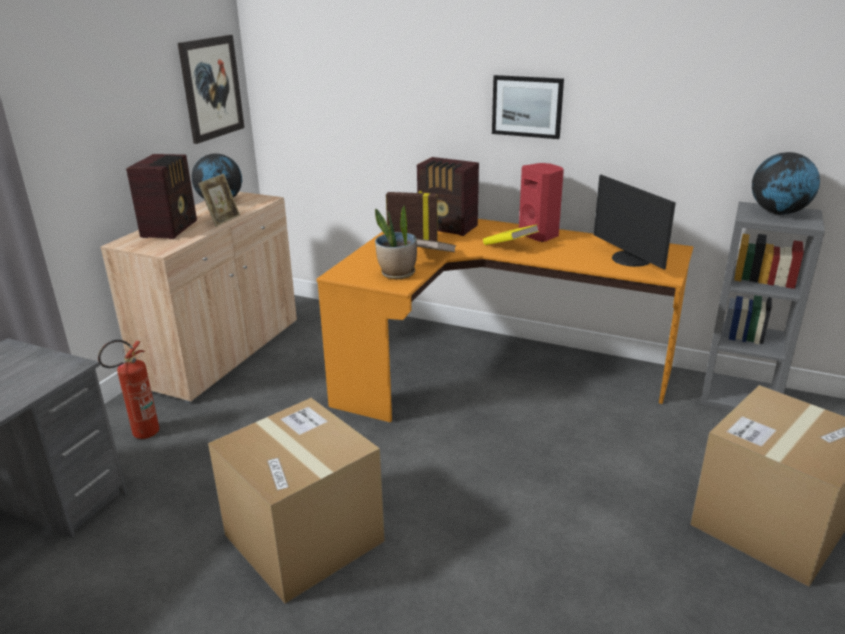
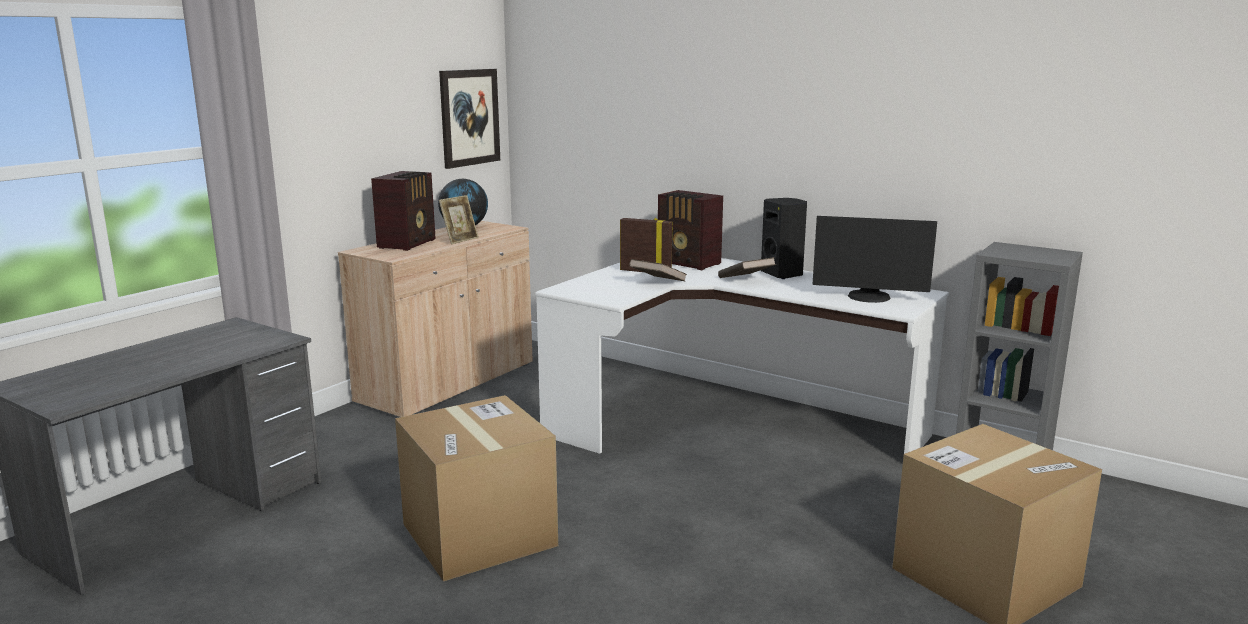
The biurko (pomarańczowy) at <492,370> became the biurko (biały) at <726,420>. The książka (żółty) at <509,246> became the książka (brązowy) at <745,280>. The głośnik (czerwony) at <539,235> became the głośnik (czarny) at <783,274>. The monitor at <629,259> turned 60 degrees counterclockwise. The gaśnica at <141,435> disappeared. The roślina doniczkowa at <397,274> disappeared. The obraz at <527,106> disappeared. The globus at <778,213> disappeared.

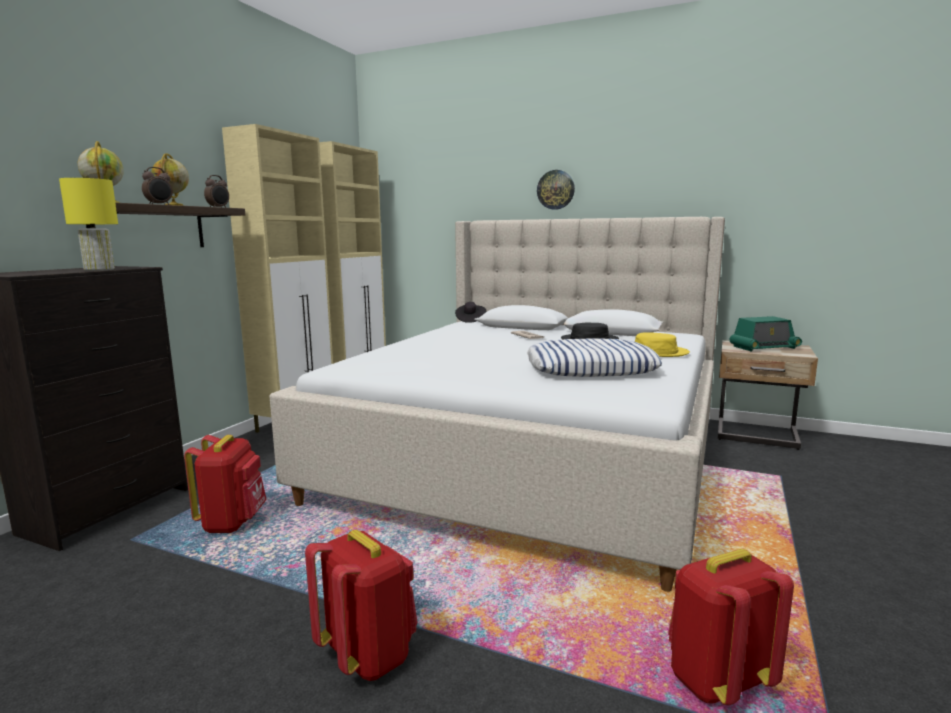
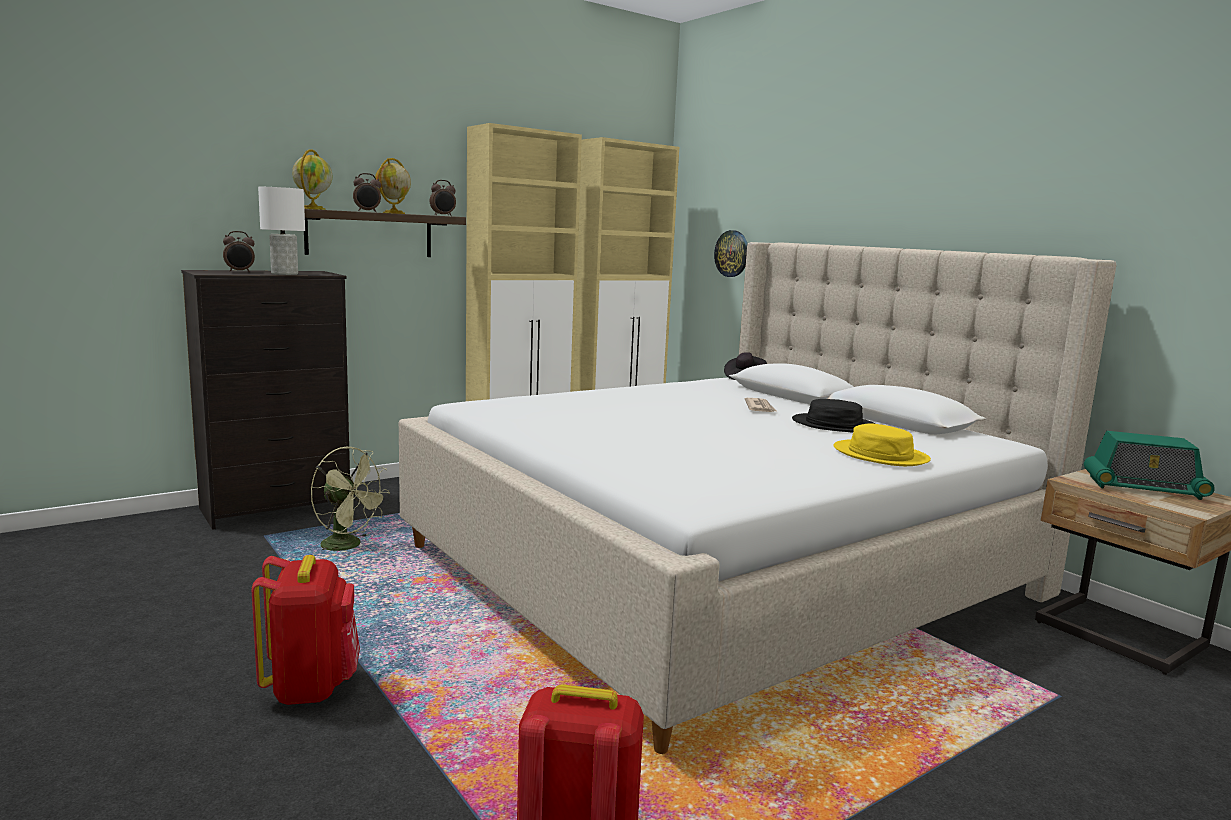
The budzik at <240,272> appeared. The lampa stołowa (żółty) at <99,269> became the lampa stołowa (biały) at <284,274>. The plecak (czerwony) at <232,523> was replaced by the wentylator (zielony) at <349,546>. The zegar ścienny moved from <555,189> to <732,253>. The poduszka at <591,368> disappeared.

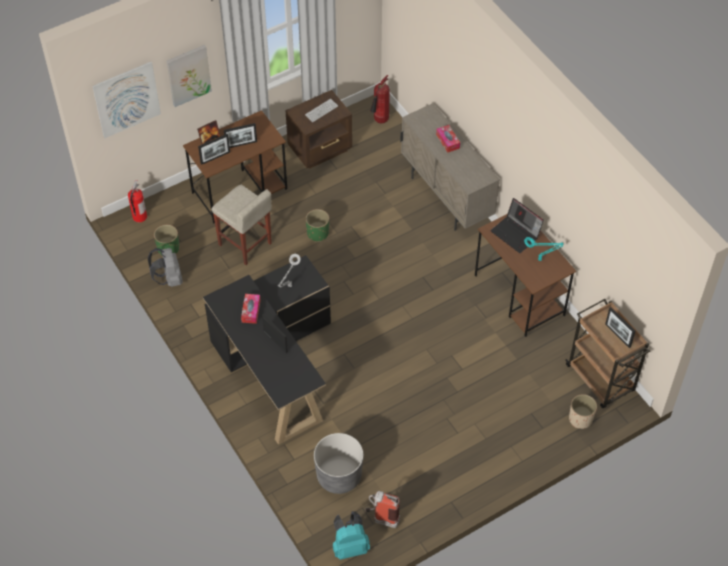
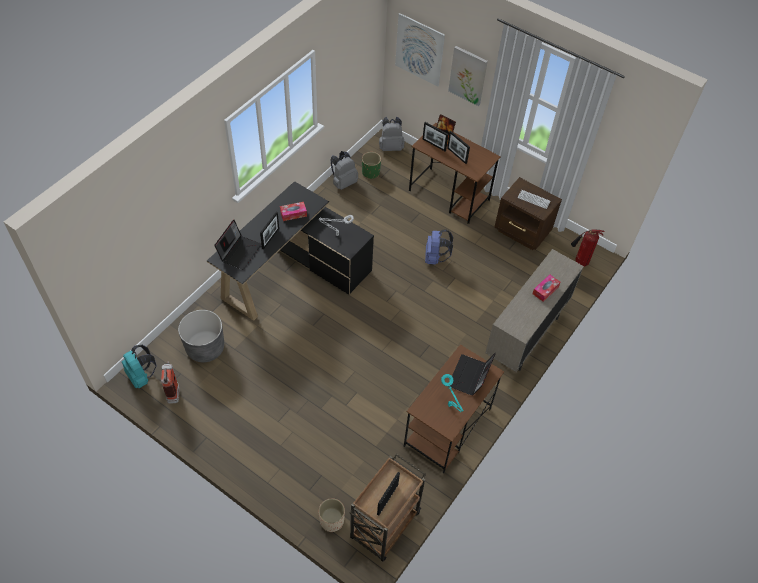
The laptop at <239,251> appeared. The gaśnica at <139,217> was replaced by the plecak (szary) at <391,147>. The donica (zielony) at <318,233> was replaced by the plecak (niebieski) at <435,258>. The stołek (beżowy) at <245,244> disappeared.

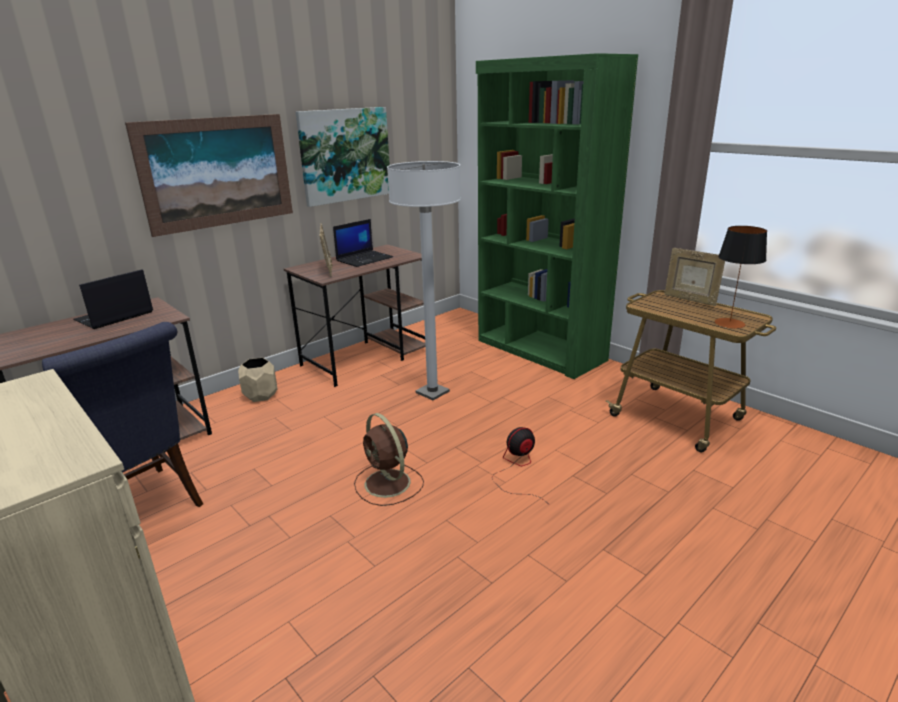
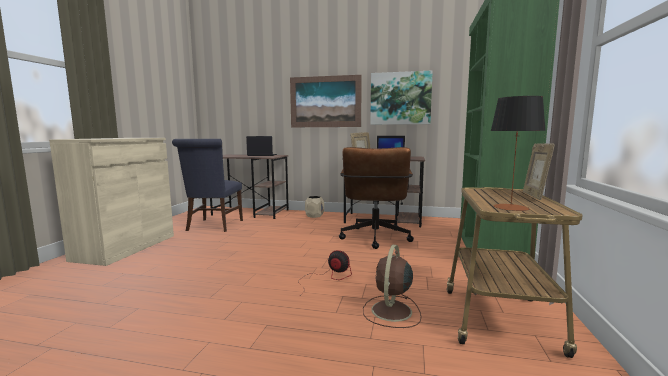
The lampa stojąca (biały) at <432,392> was replaced by the krzesło biurowe (brązowy) at <375,239>. The wentylator (brązowy) moved from <388,484> to <391,312>.

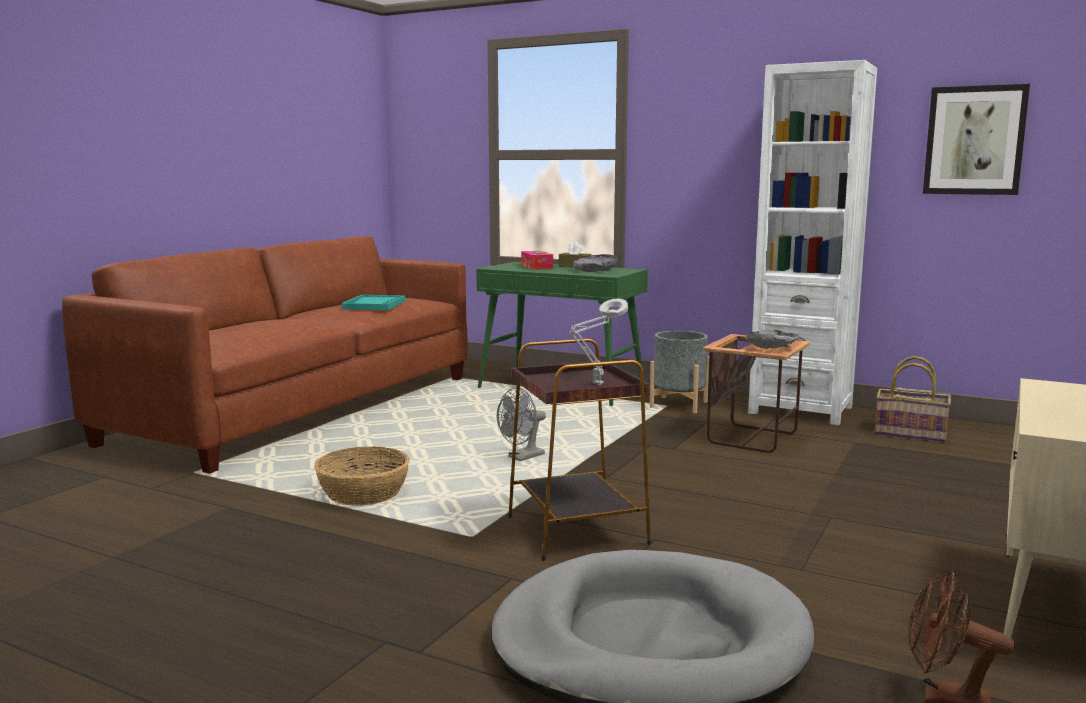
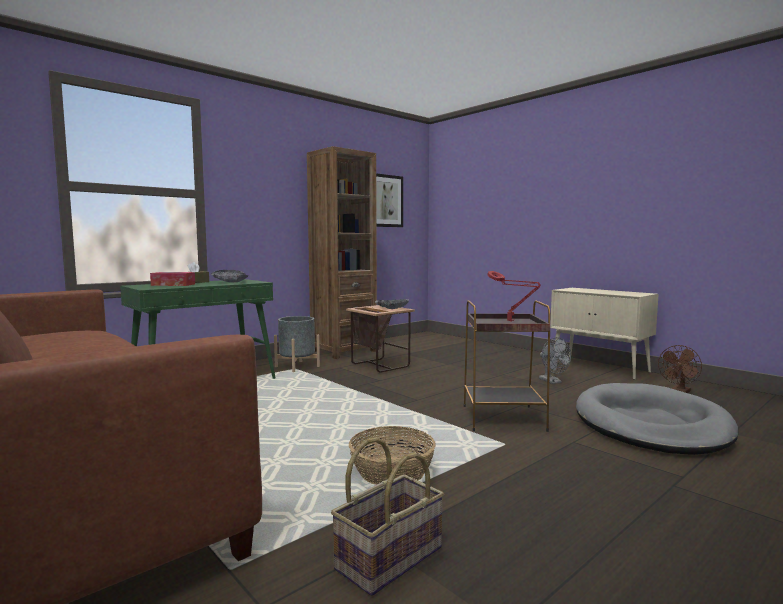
The regał (biały) at <800,410> became the regał (brązowy) at <343,351>. The koszyk moved from <910,433> to <388,557>. The lampa stołowa (szary) at <596,384> became the lampa stołowa (czerwony) at <512,321>. The wentylator (szary) moved from <522,457> to <552,382>. The taca (turkusowy) at <374,305> disappeared.

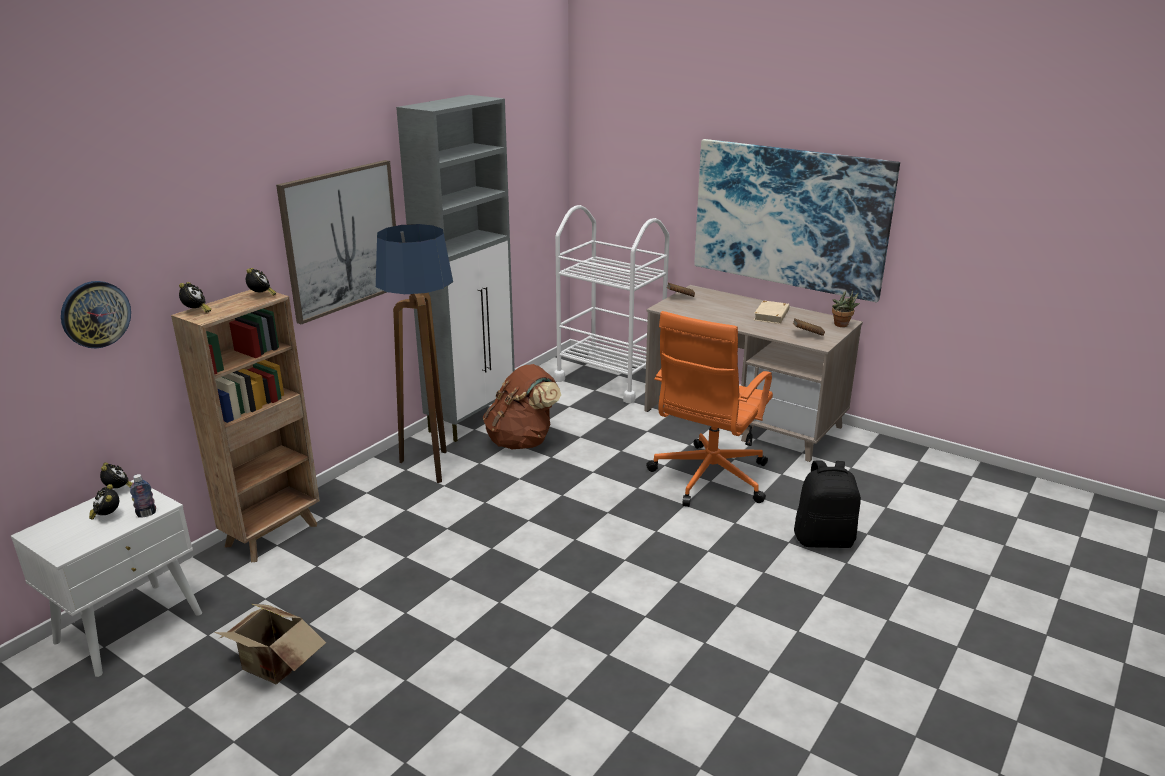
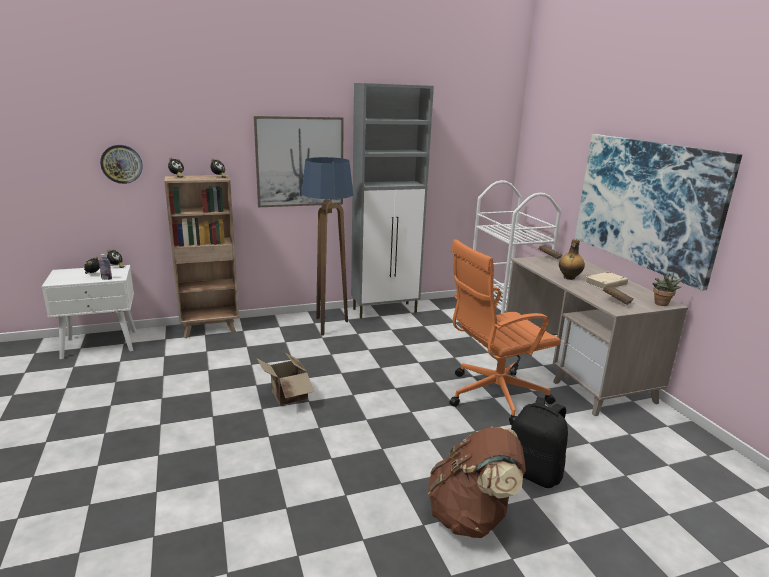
The karton moved from <273,668> to <286,397>. The plecak (brązowy) moved from <522,441> to <472,517>. The butelka at <569,278> appeared.

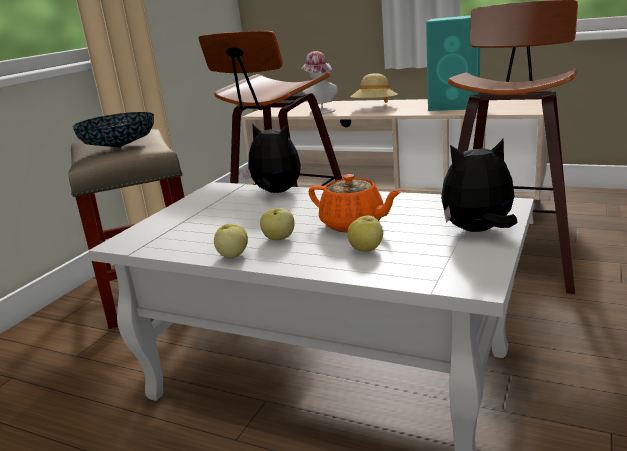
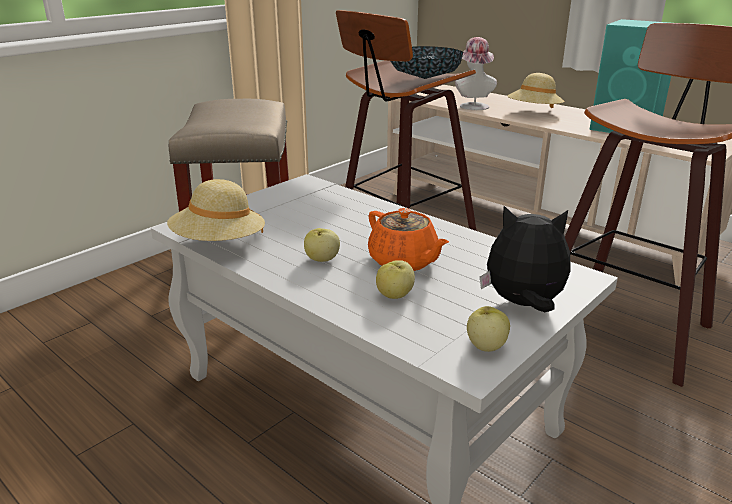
The kapelusz (beżowy) at <219,244> appeared. The miska moved from <119,147> to <424,78>. The jabłko moved from <232,256> to <485,346>. The pluszak at <275,193> disappeared.

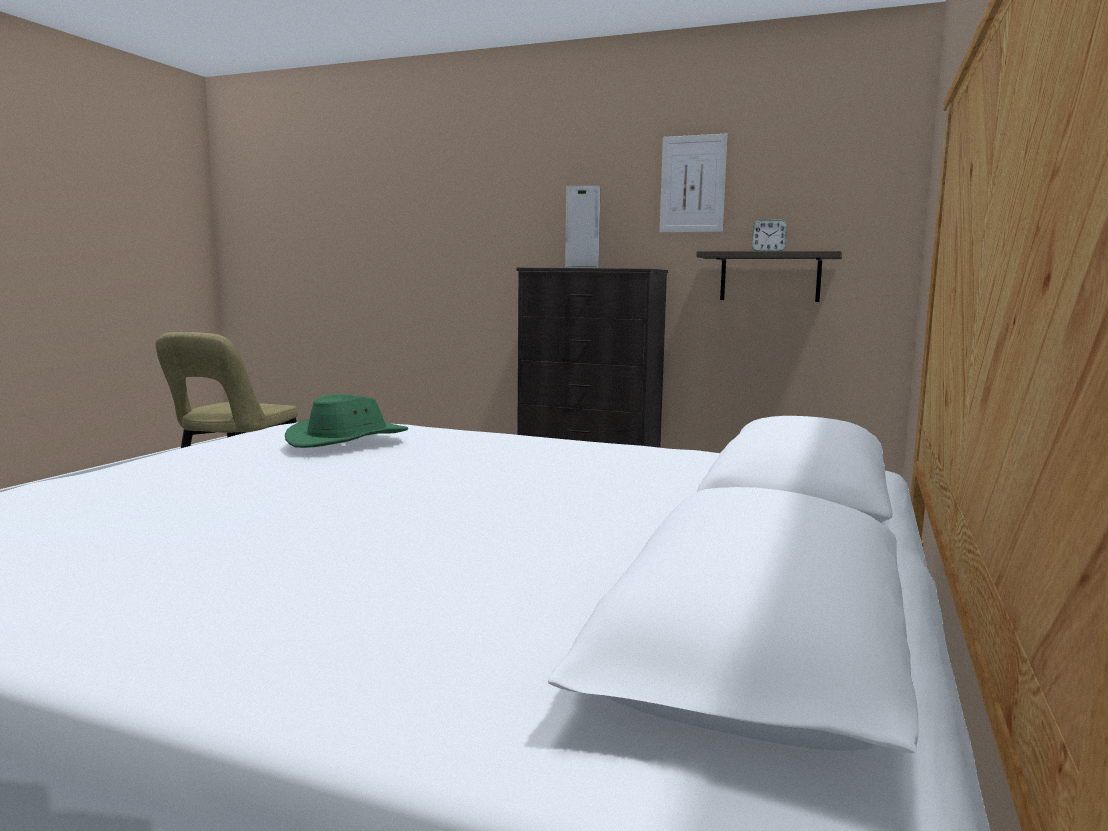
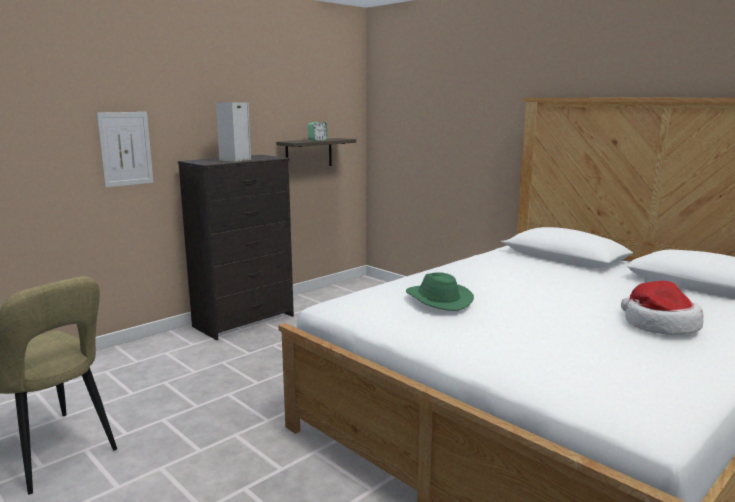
The obraz moved from <692,184> to <125,149>. The kapelusz at <659,325> appeared.

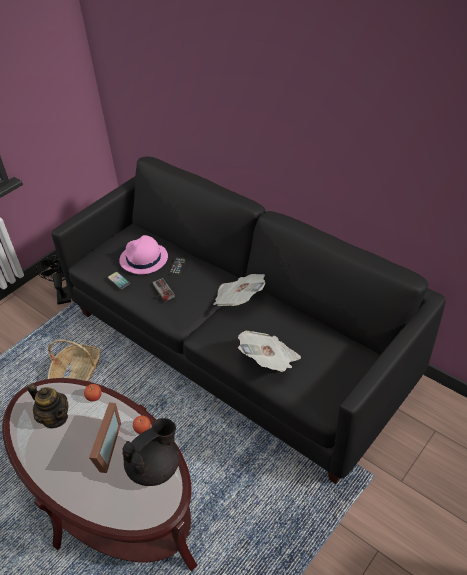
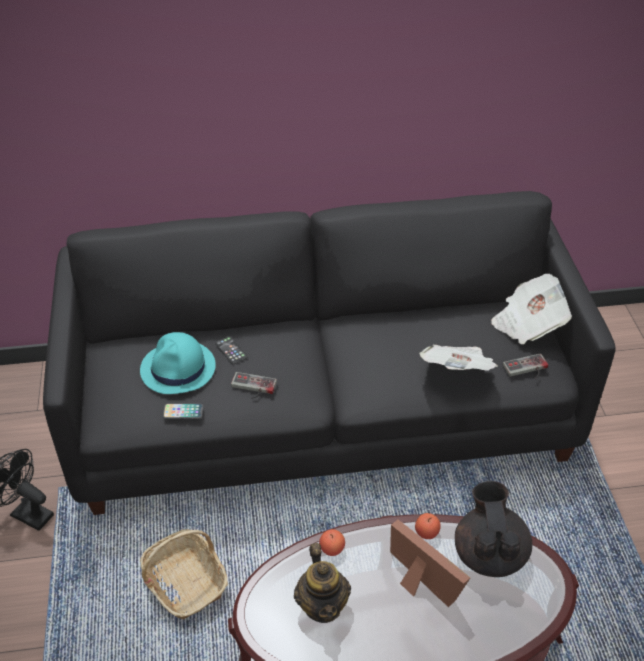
The kapelusz (różowy) at <143,259> became the kapelusz (turkusowy) at <178,369>. The imbryk at <55,418> turned 90 degrees clockwise. The gazeta moved from <239,299> to <530,323>. The pad do gier at <527,370> appeared.

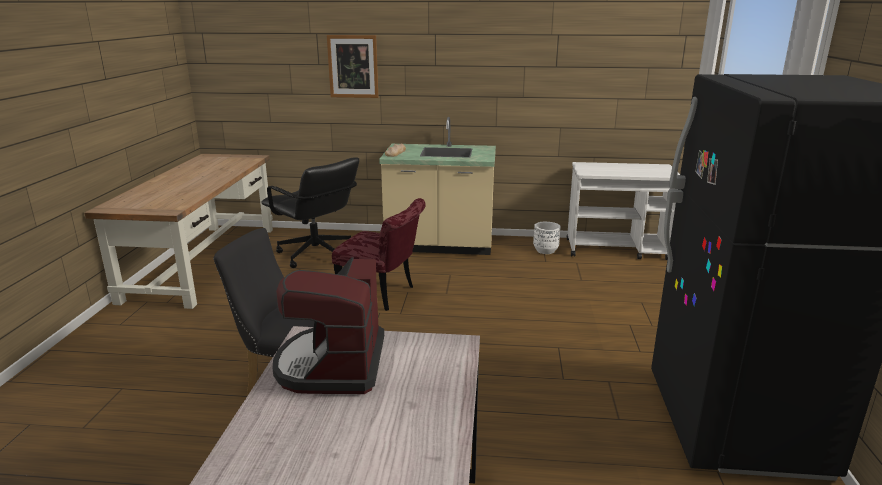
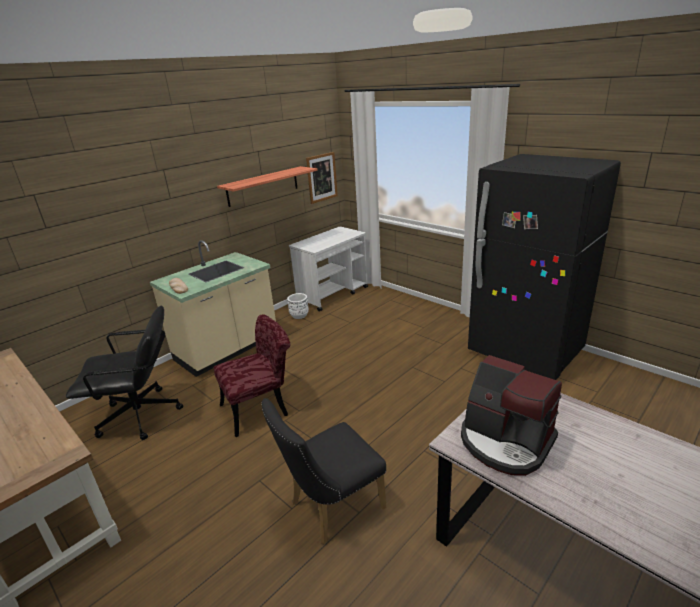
The półka at <263,186> appeared. The obraz moved from <353,66> to <322,177>.

